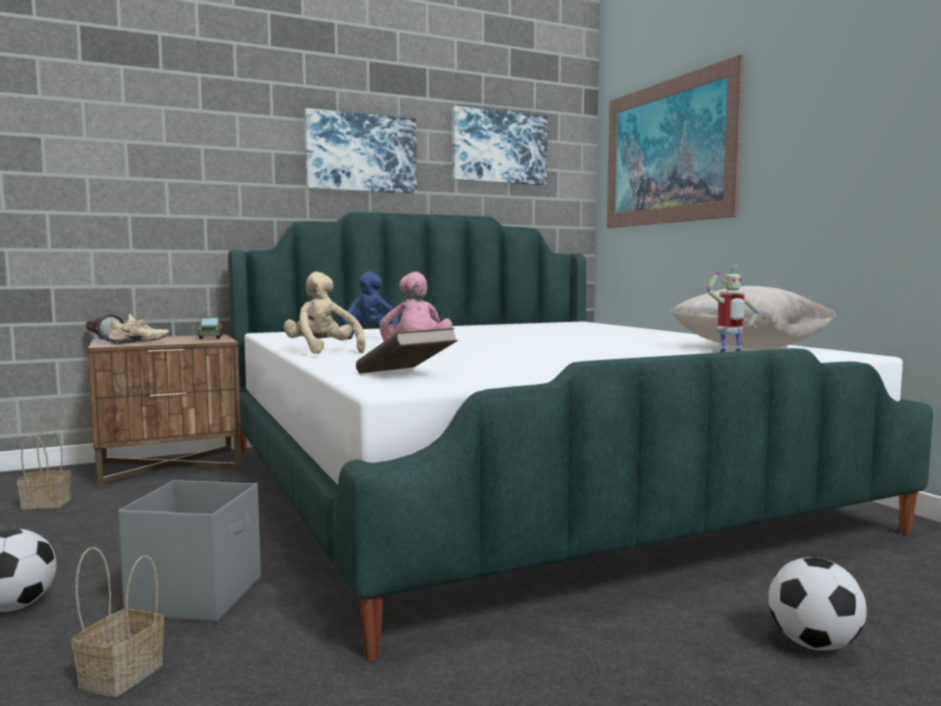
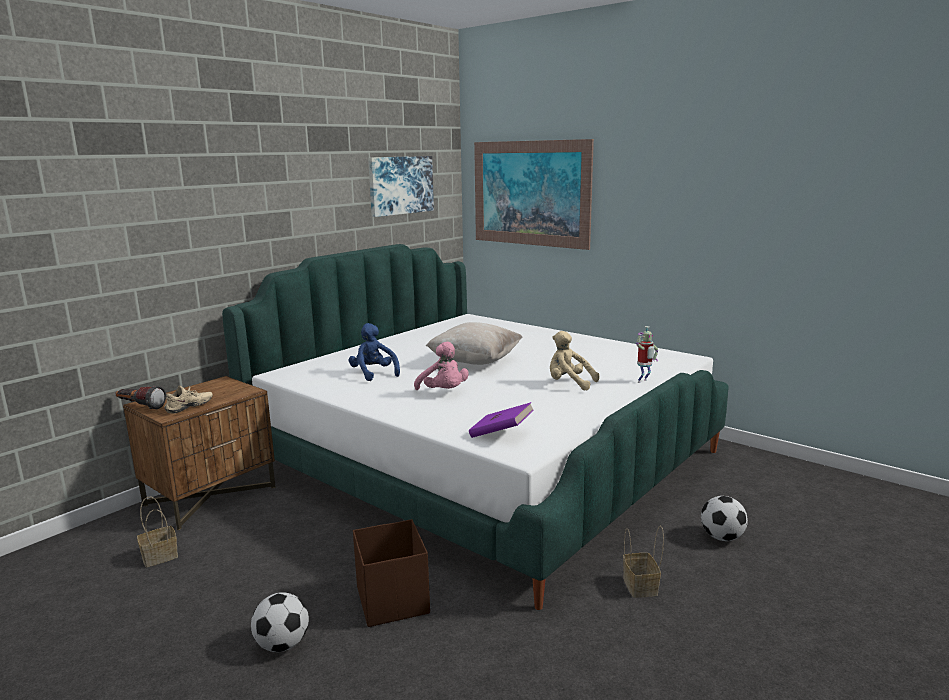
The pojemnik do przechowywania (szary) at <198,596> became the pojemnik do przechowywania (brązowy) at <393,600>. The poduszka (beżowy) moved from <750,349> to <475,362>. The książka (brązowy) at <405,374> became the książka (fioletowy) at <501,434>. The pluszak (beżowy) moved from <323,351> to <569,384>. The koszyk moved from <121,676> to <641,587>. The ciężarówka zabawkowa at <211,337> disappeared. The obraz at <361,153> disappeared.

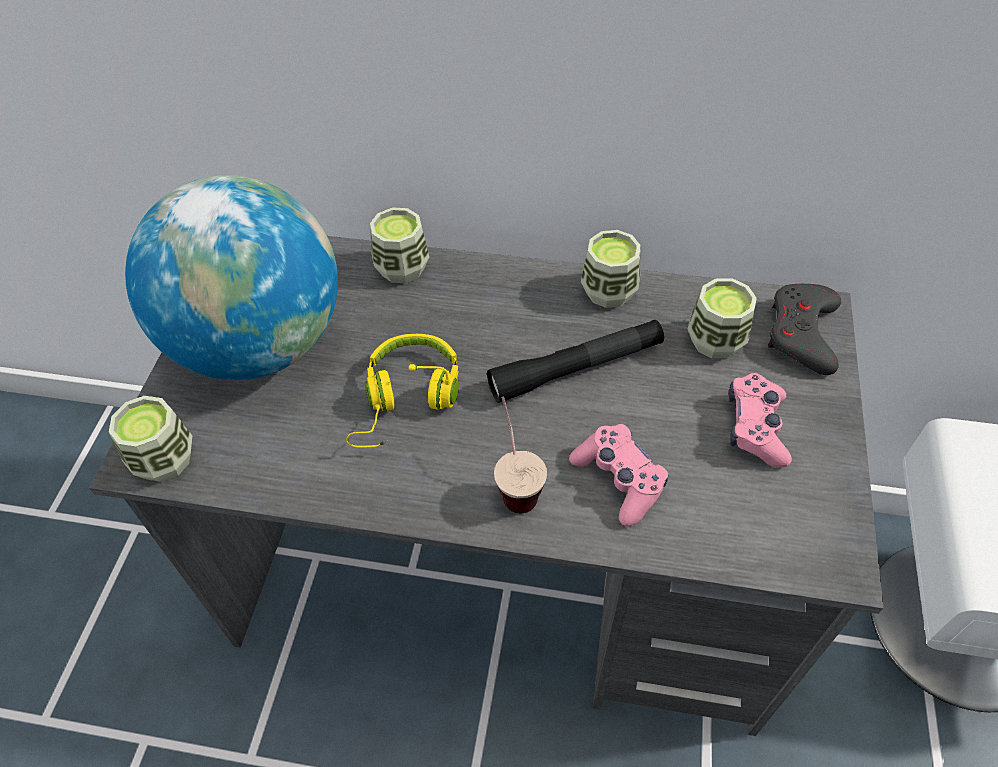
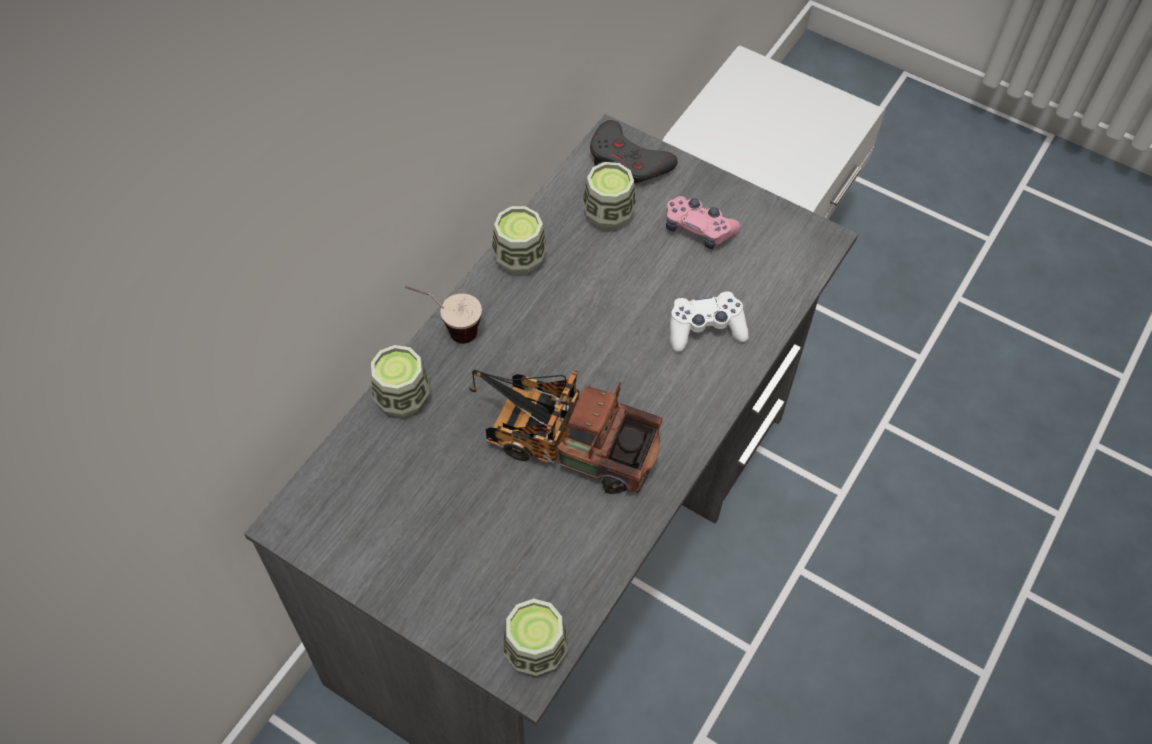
The filiżanka moved from <515,481> to <447,331>. The słuchawki (żółty) at <407,400> was replaced by the ciężarówka zabawkowa at <562,441>. The pad do gier (różowy) at <619,480> became the pad do gier (biały) at <705,329>. The globus at <259,344> disappeared. The latarka (czarny) at <576,368> disappeared.

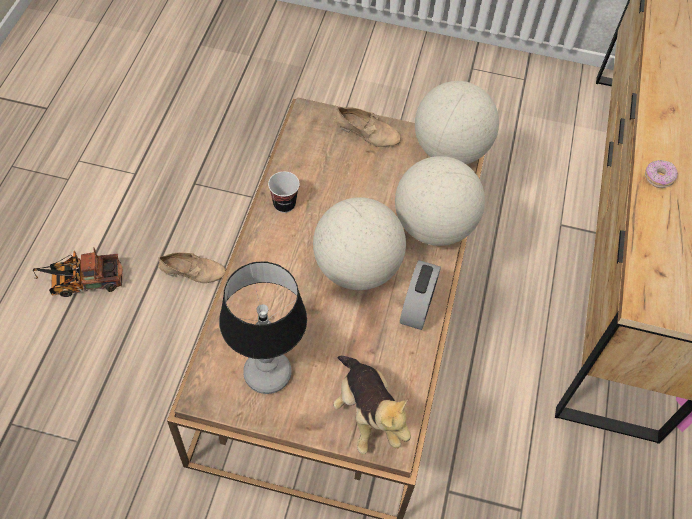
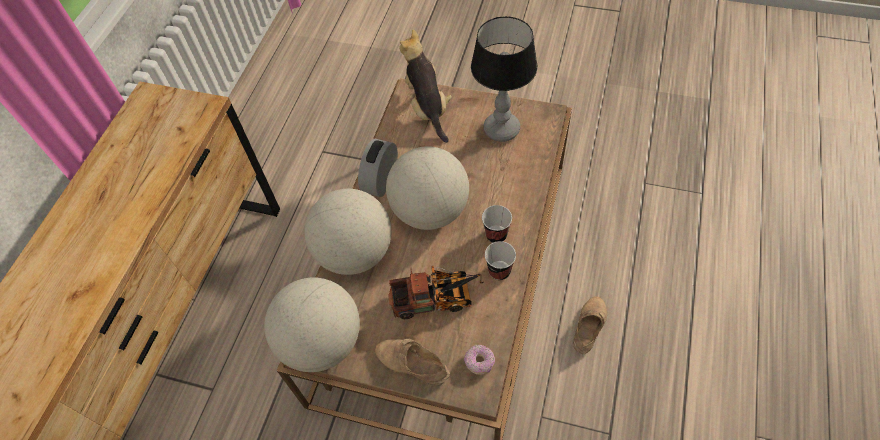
The ciężarówka zabawkowa moved from <82,282> to <437,299>. The donut moved from <658,178> to <479,362>. The filiżanka at <496,235> appeared. The but (beżowy) at <193,270> turned 105 degrees clockwise.

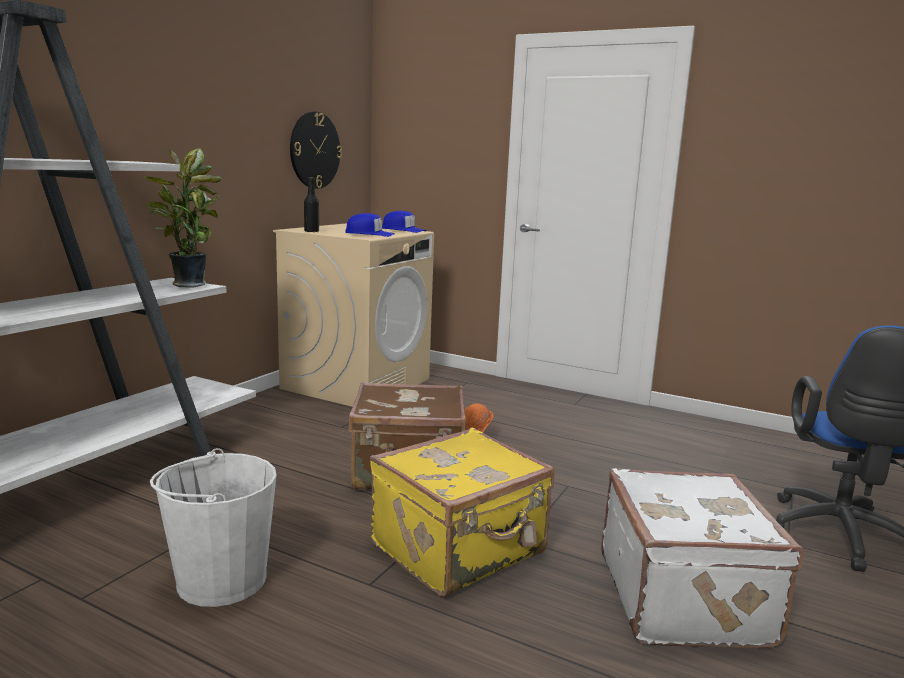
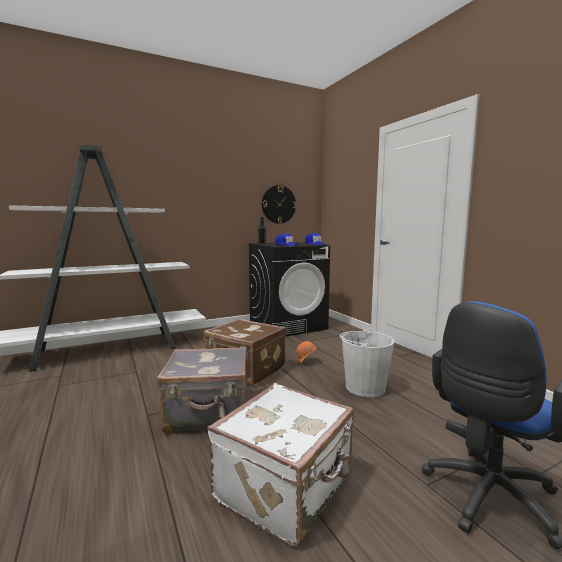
The walizka (żółty) at <460,550> became the walizka (szary) at <209,413>. The pralka (beżowy) at <357,384> became the pralka (czarny) at <288,326>. The wiadro (biały) moved from <221,580> to <365,387>. The roślina doniczkowa at <188,284> disappeared.

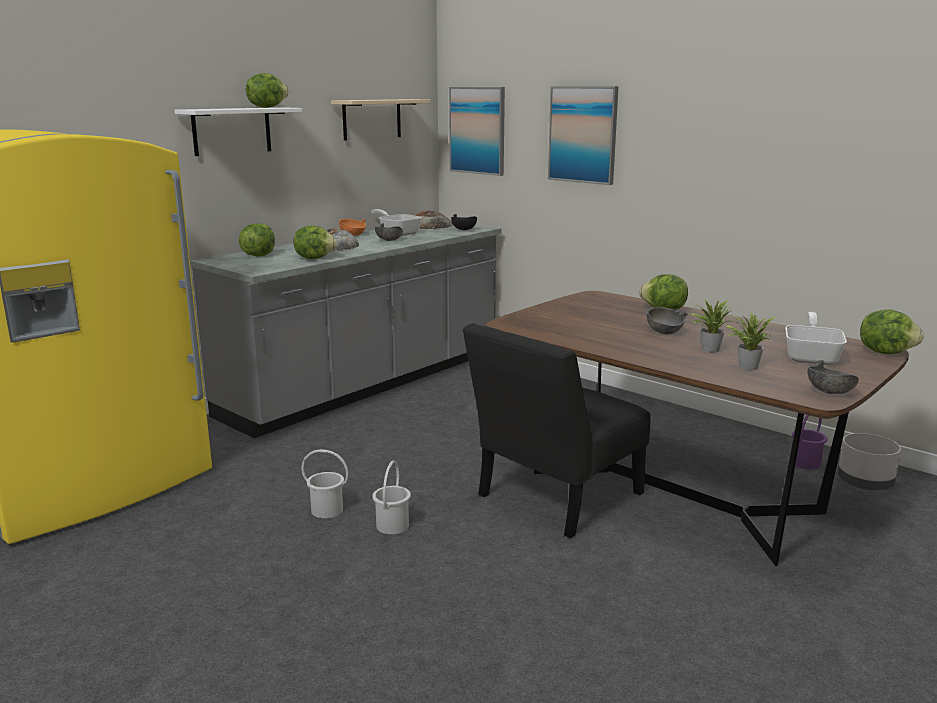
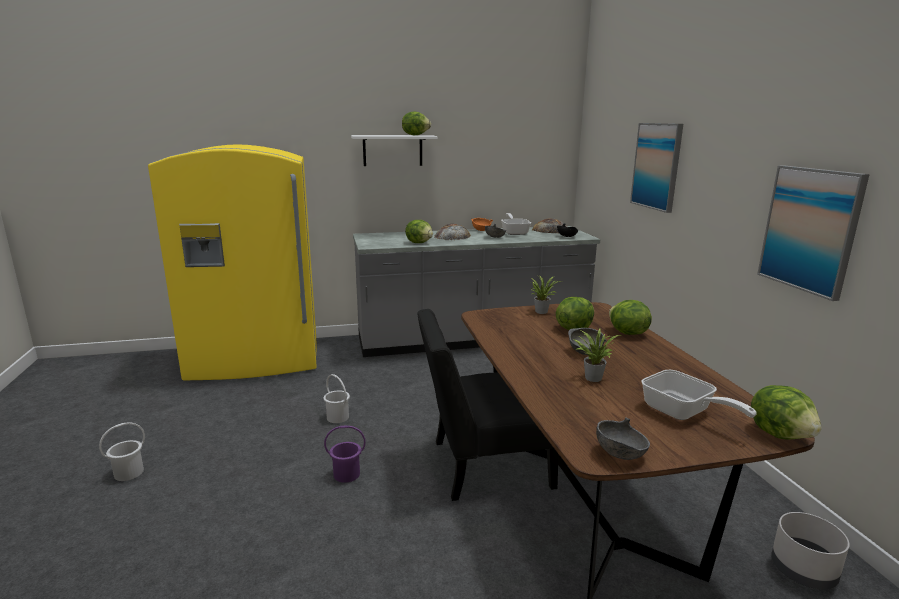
The wiadro (biały) moved from <392,526> to <128,472>. The wiadro (fioletowy) moved from <805,463> to <346,474>. The roślina doniczkowa moved from <746,366> to <541,311>. The sałata moved from <258,255> to <573,329>. The patelnia at <812,356> turned 90 degrees clockwise. The obraz moved from <477,130> to <810,229>. The półka (beżowy) at <372,119> disappeared.

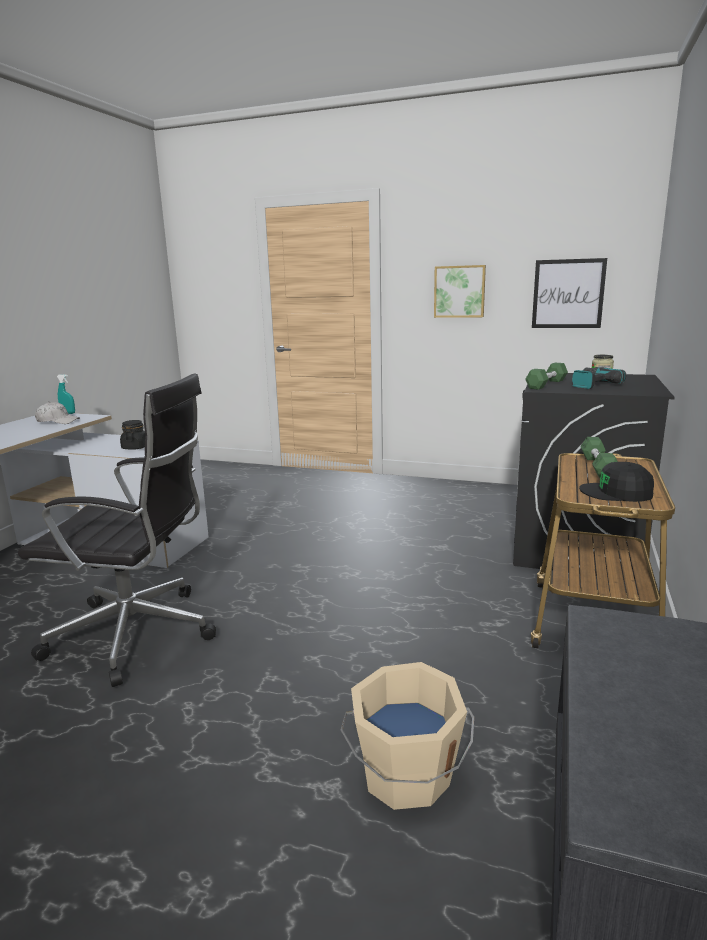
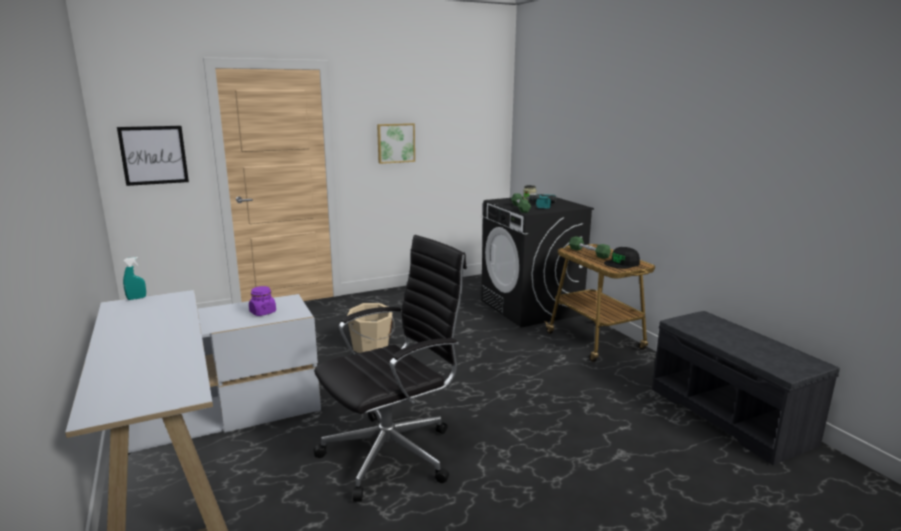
The obraz moved from <568,294> to <154,155>. The słoik (czarny) at <135,447> became the słoik (fioletowy) at <262,312>. The wiadro (beżowy) moved from <406,776> to <371,347>. The czapka z daszkiem (biały) at <57,421> disappeared.

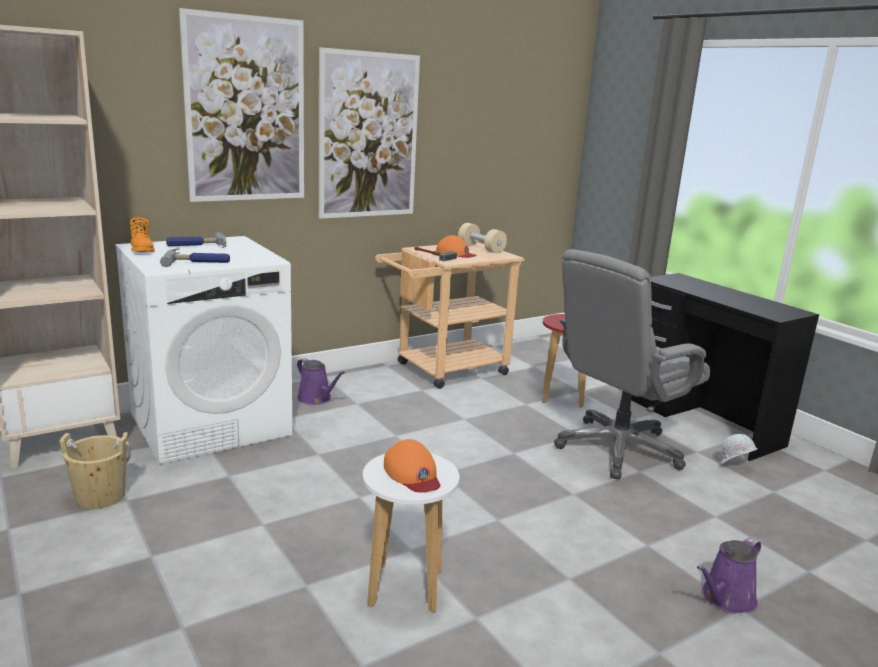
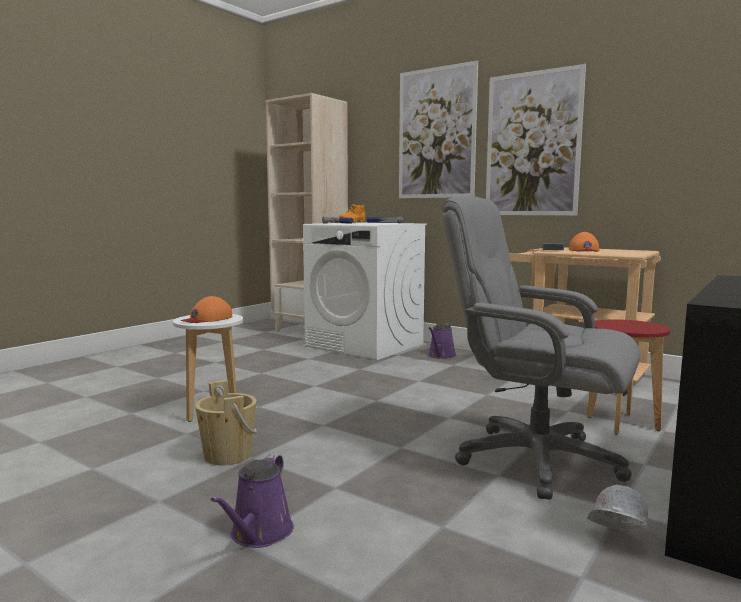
The wiadro (beżowy) moved from <100,496> to <228,455>. The konewka (fioletowy) at <725,599> turned 105 degrees counterclockwise. The hantel (beżowy) at <481,248> disappeared.

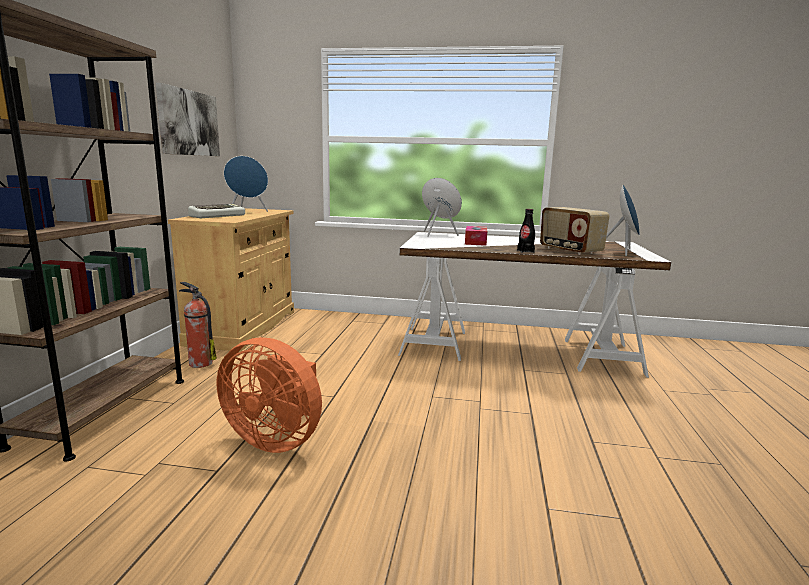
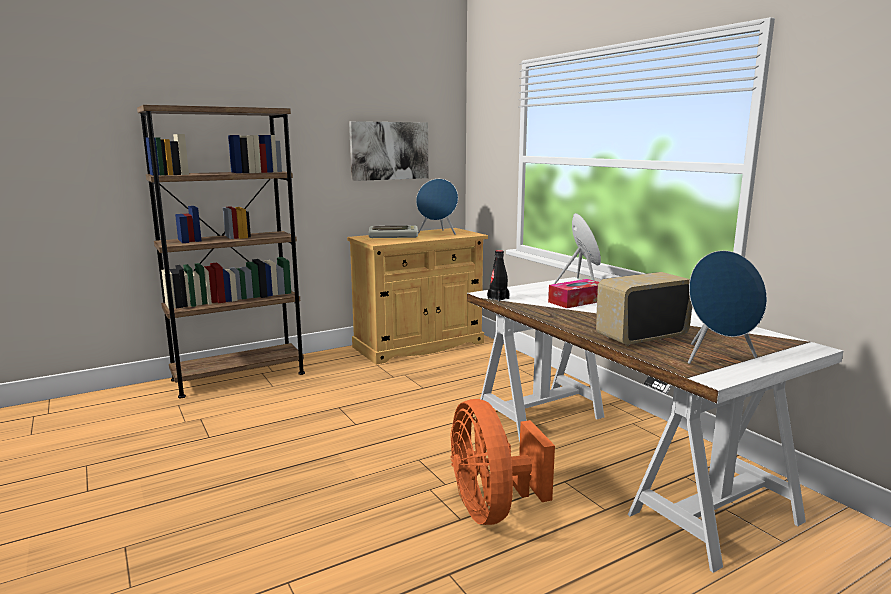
The wentylator (pomarańczowy) moved from <276,439> to <492,509>. The butelka (czarny) moved from <525,251> to <498,298>. The radio at <569,250> turned 45 degrees clockwise. The gaśnica at <200,363> disappeared.

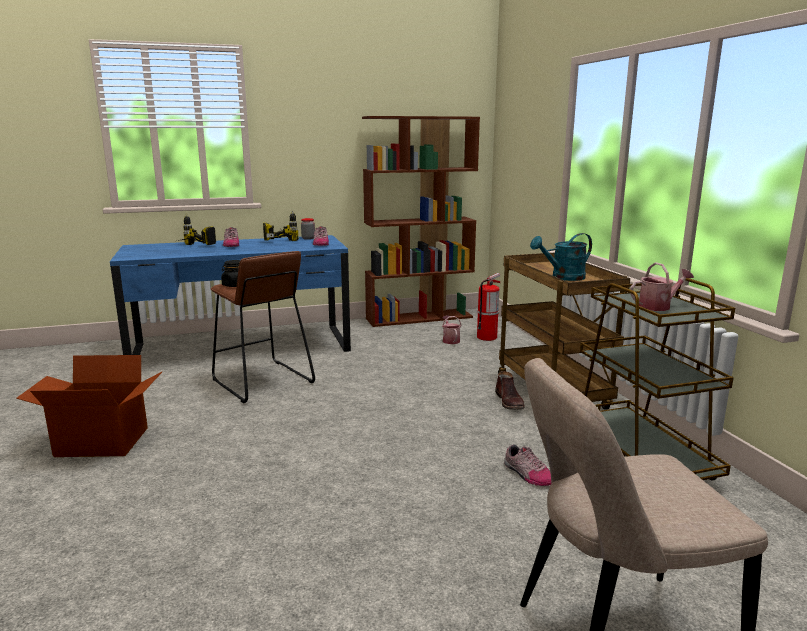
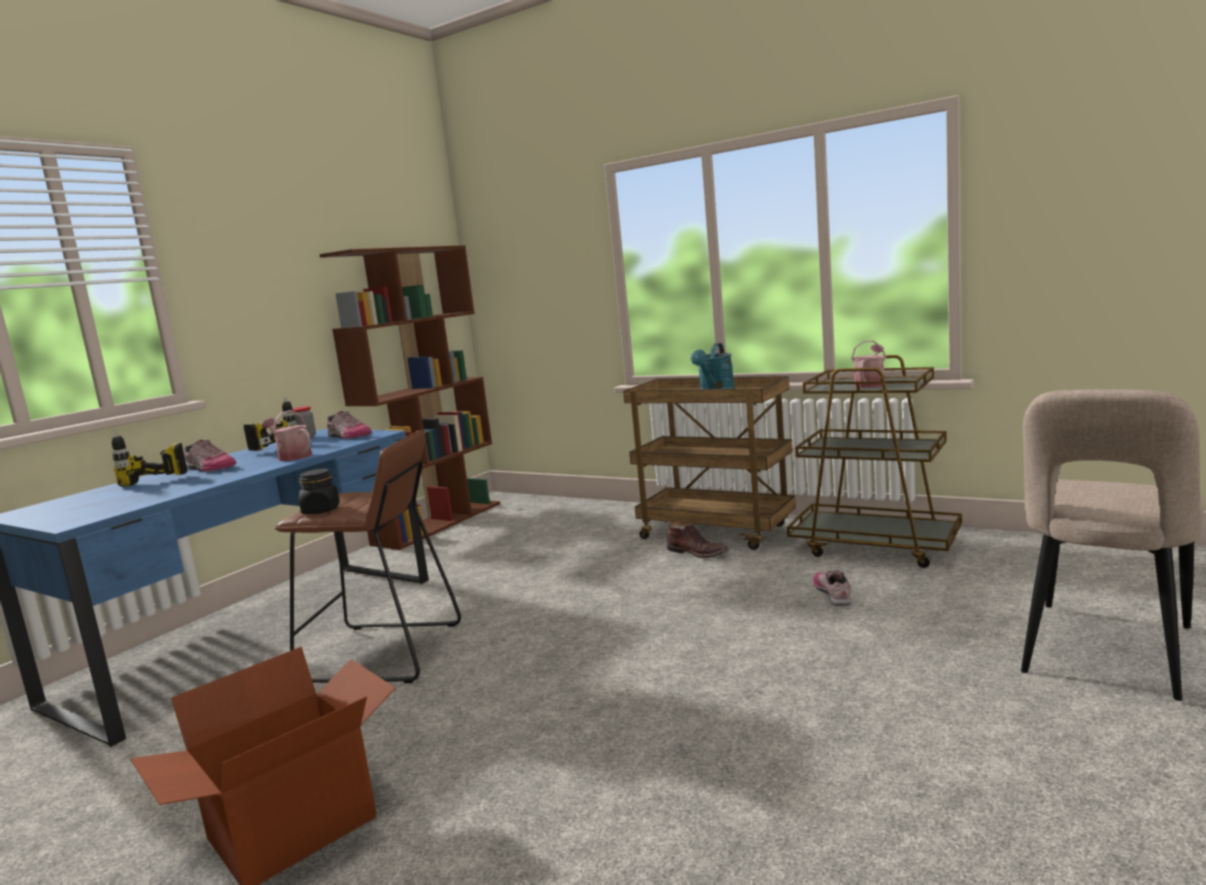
The konewka moved from <450,340> to <292,456>. The but at <528,474> turned 105 degrees counterclockwise. The gaśnica at <487,337> disappeared.

